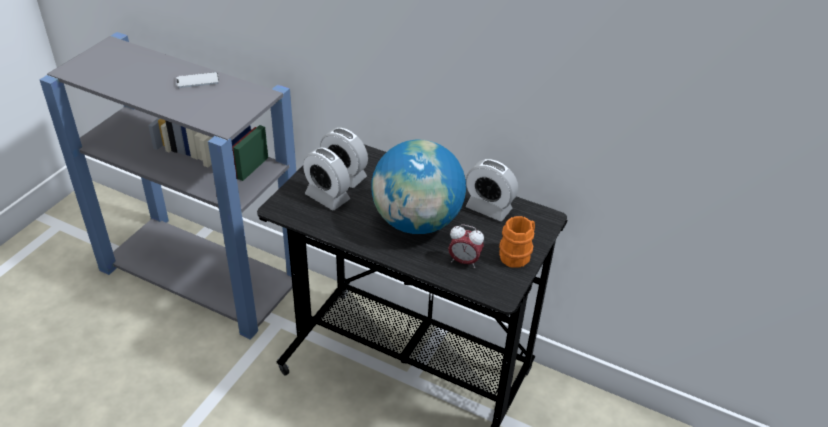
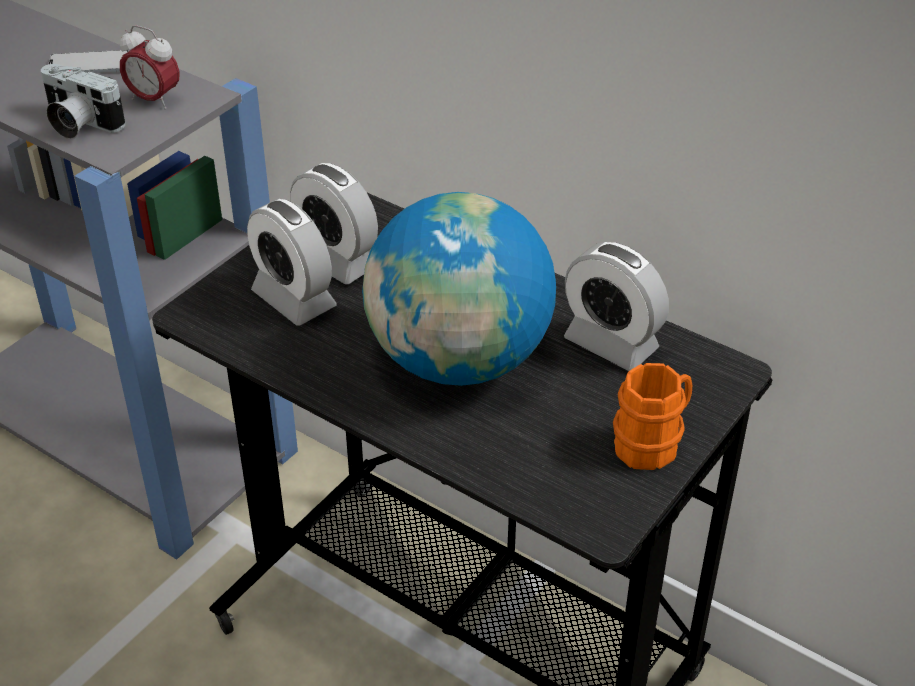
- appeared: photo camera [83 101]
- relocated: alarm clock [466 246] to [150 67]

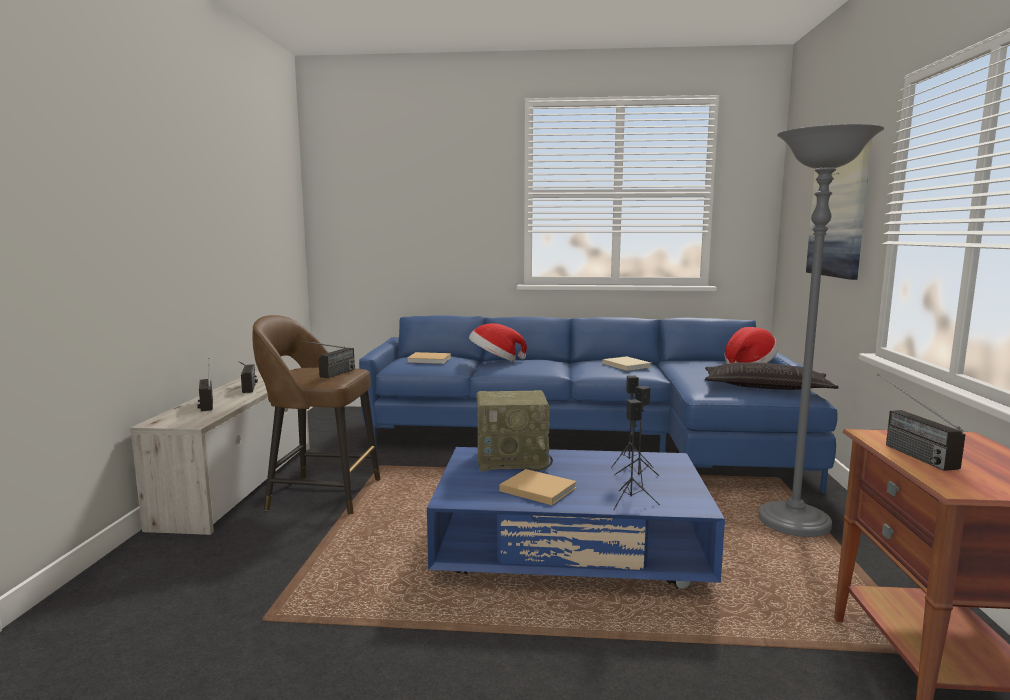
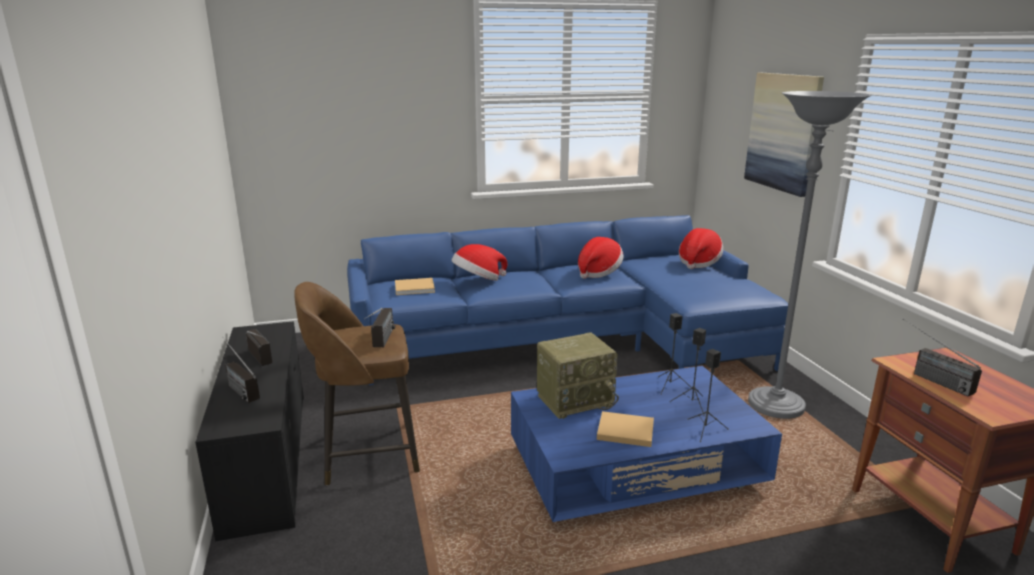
- missing: pillow [772 376]
- exchanged: beige book [627 363] to hat [601 258]
- colour: white tv stand [220 453] to black tv stand [249 431]

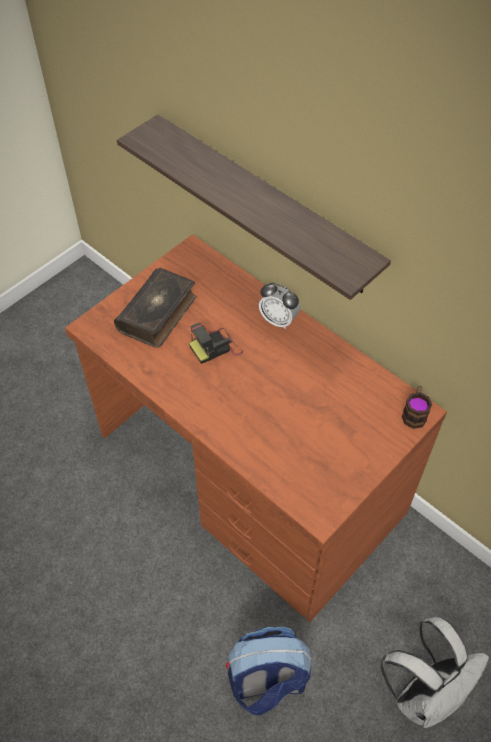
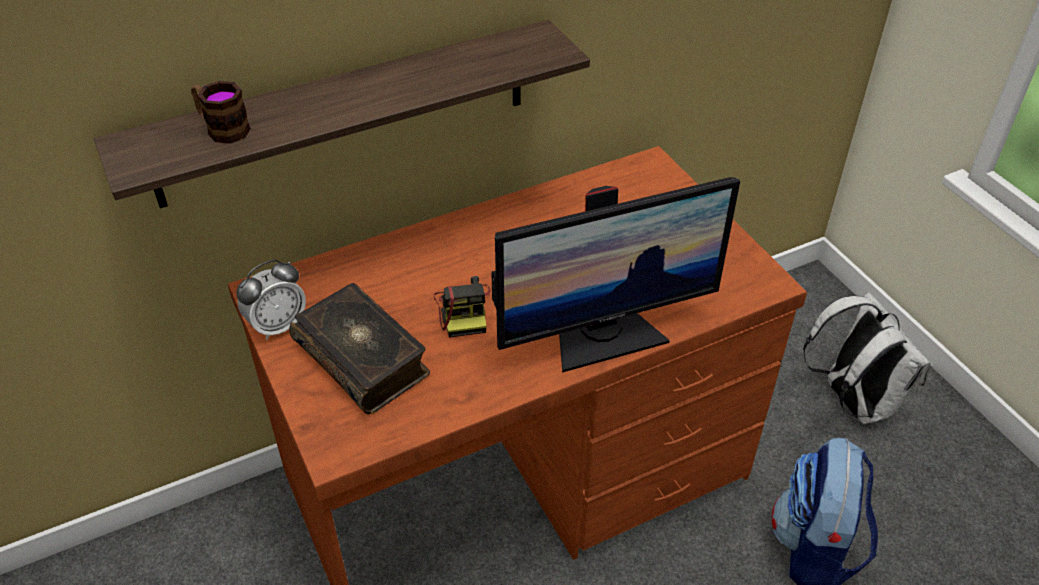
- appeared: monitor [615 275]
- relocated: alarm clock [279 305] to [271 300]
- relocated: mug [417 407] to [221 112]

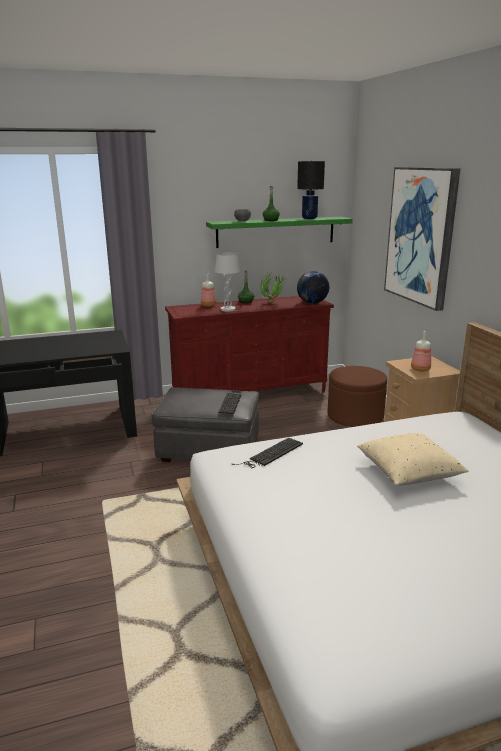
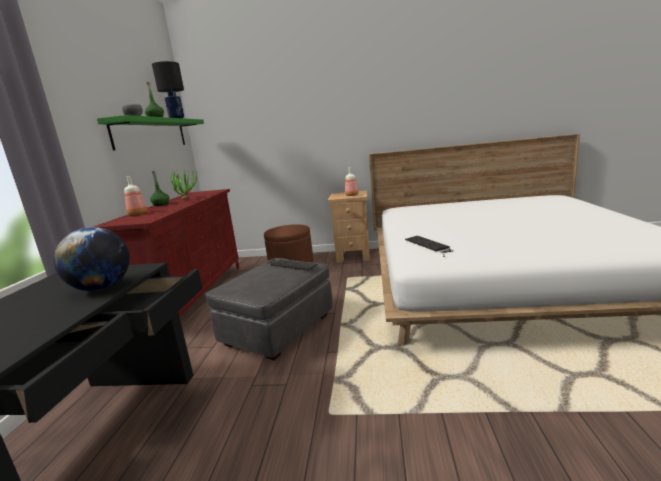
- missing: white table lamp [227 282]
- missing: beige pillow [413 459]
- missing: picture [422 239]
- relocated: globe [313 287] to [92 259]

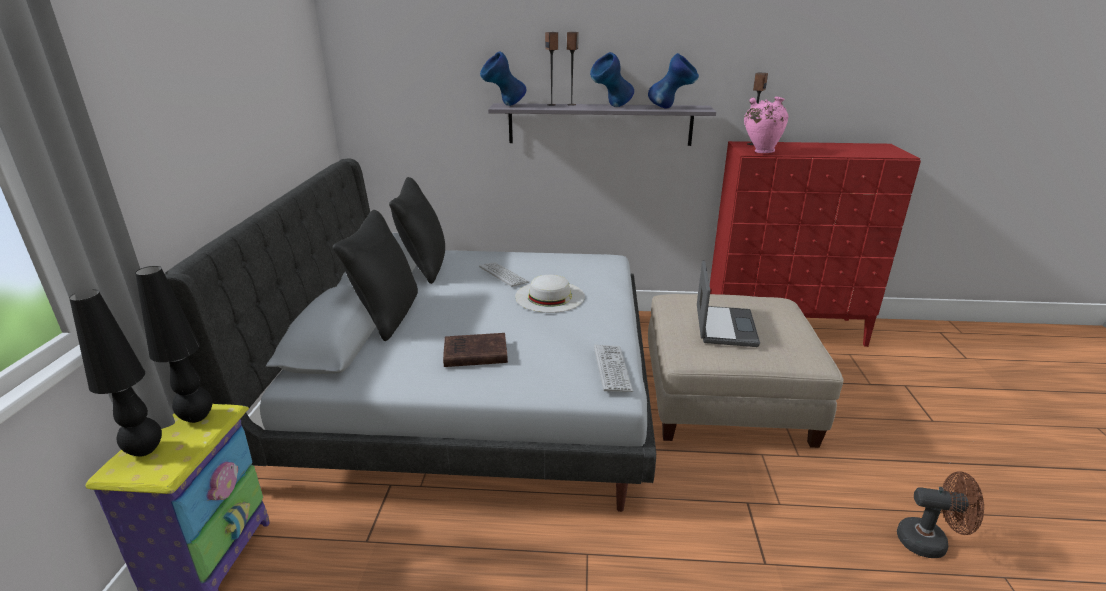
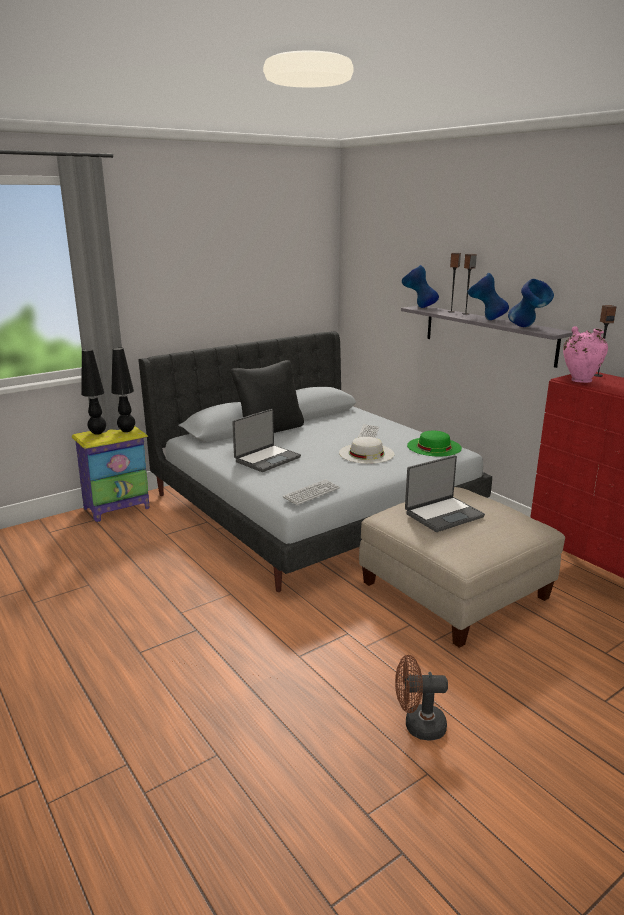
- missing: black pillow [417 230]
- appeared: green hat [434 443]
- exchanged: brown book [475 350] to laptop [266 440]
- spun: brown fan [940 514] = [421 697] 120 degrees clockwise

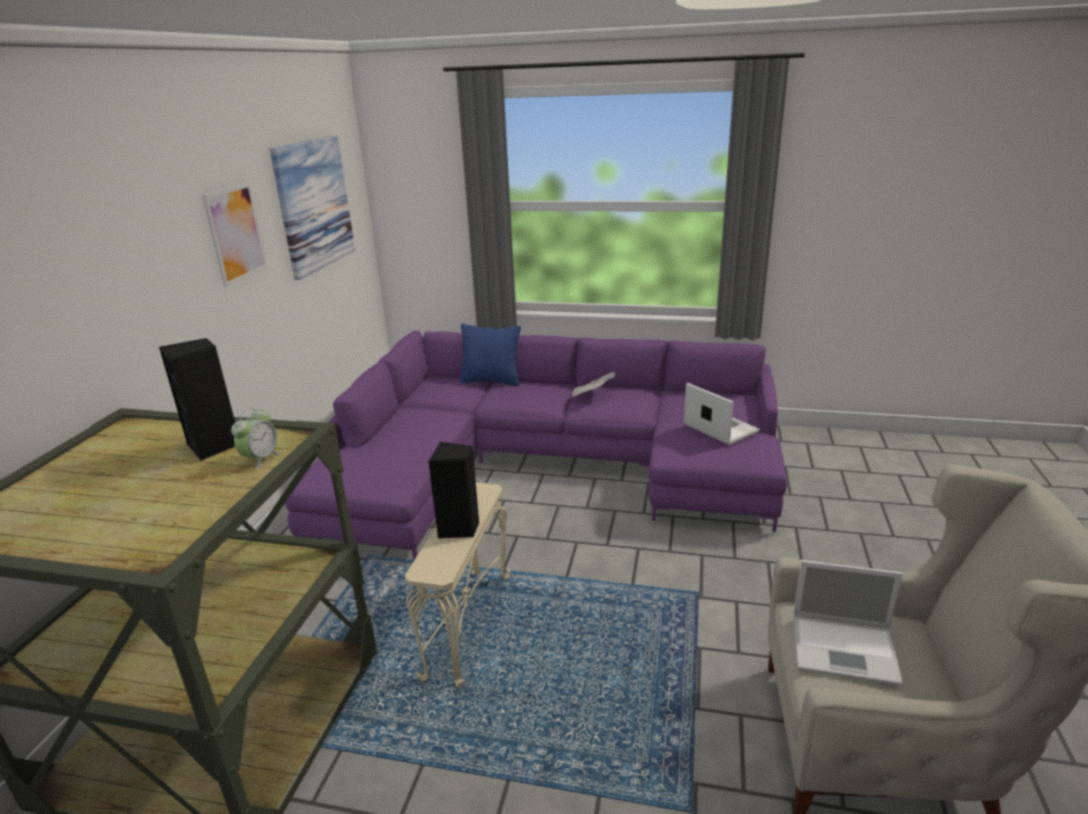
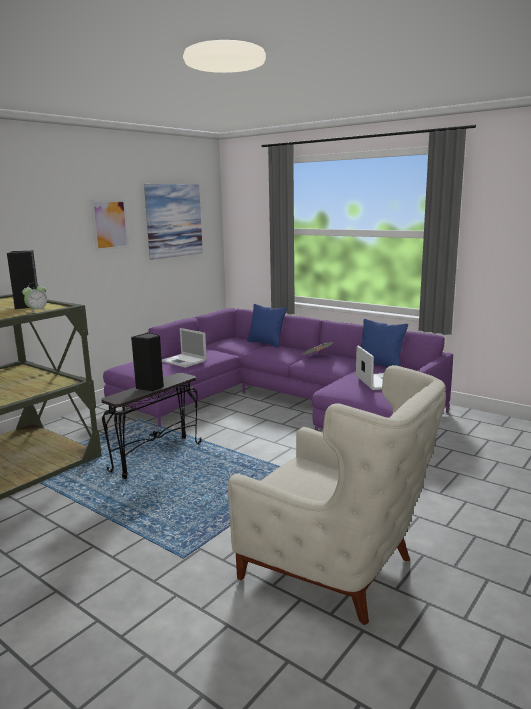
- appeared: blue pillow [384 343]
- relocated: laptop [848 623] to [184 348]
- colour: beige side table [458 585] to black side table [151 426]

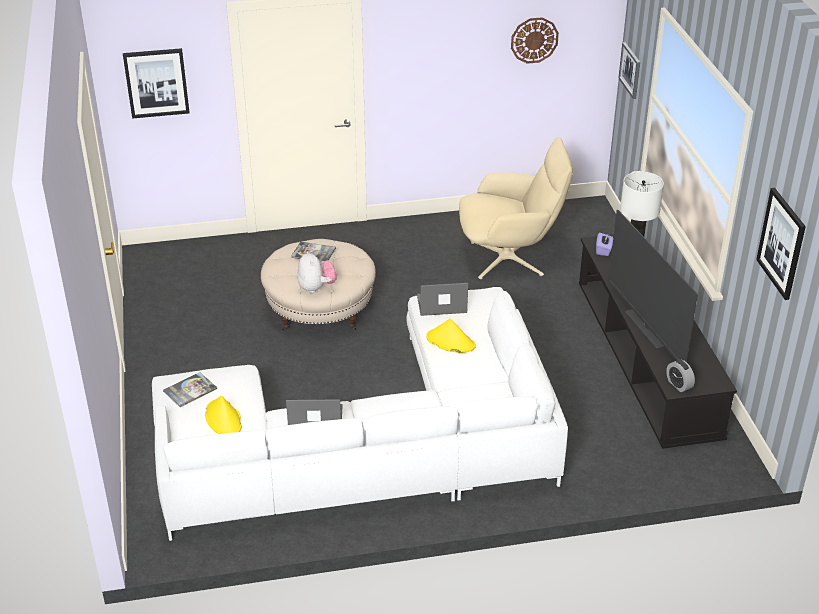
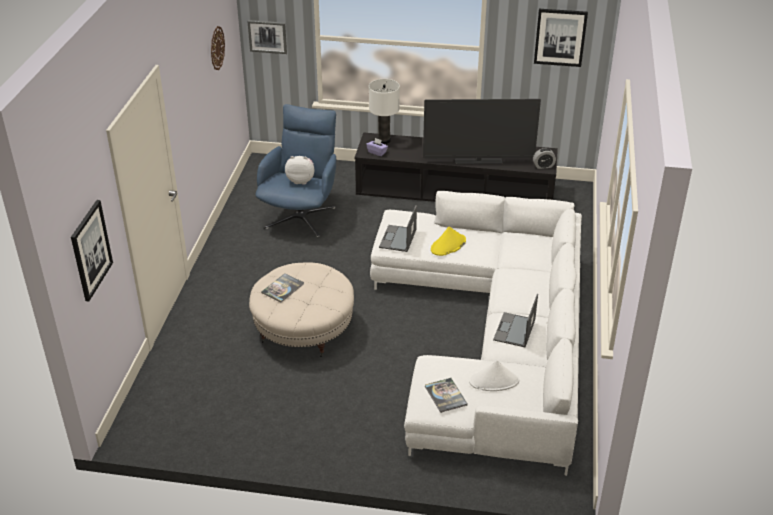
- relocated: plush toy [317 272] to [299 170]
- colour: yellow hat [223 414] to white hat [494 375]
- colour: beige armchair [516 208] to blue armchair [296 170]

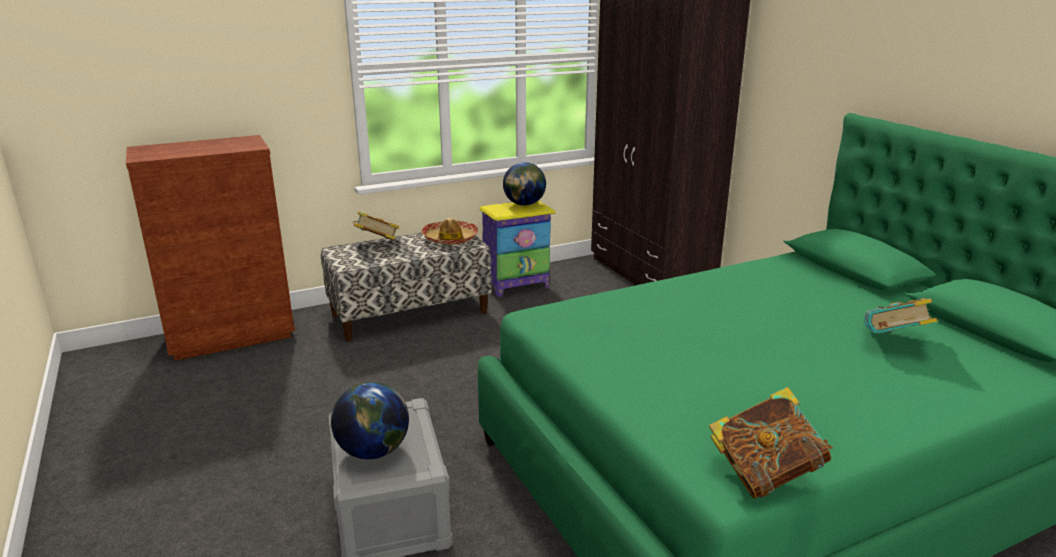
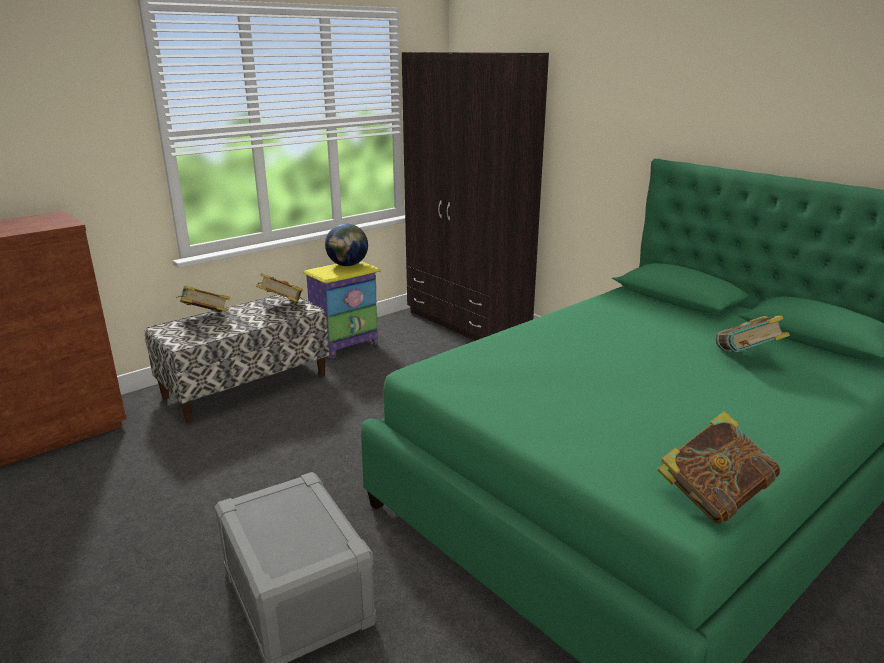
- missing: globe [370 420]
- exchanged: hat [450 231] to book [279 287]

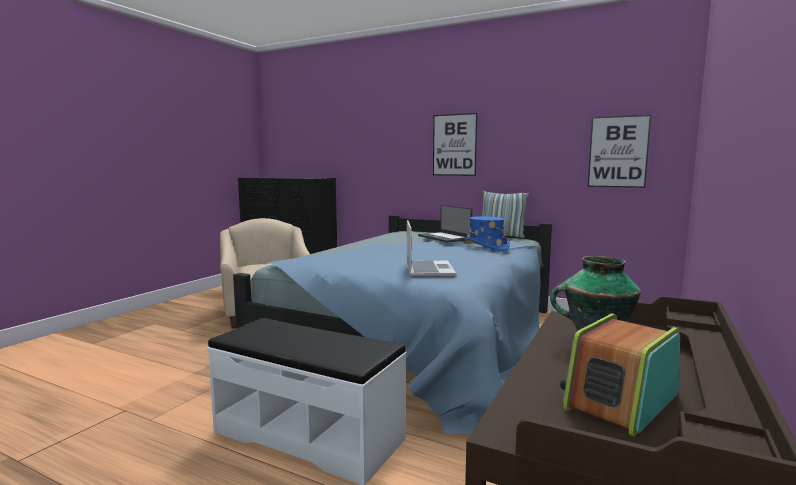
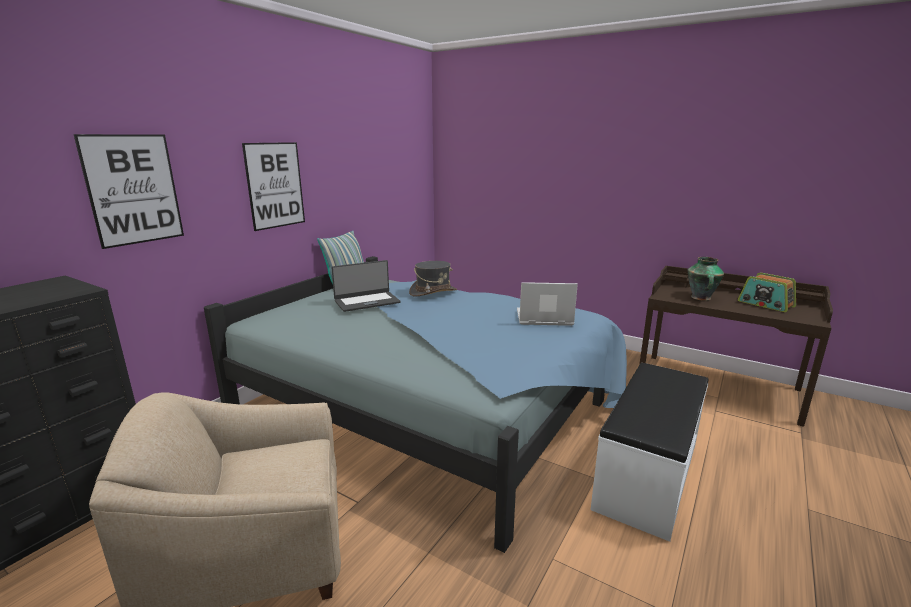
- relocated: picture [619 151] to [128 191]
- colour: blue hat [486 233] to grey hat [433 279]

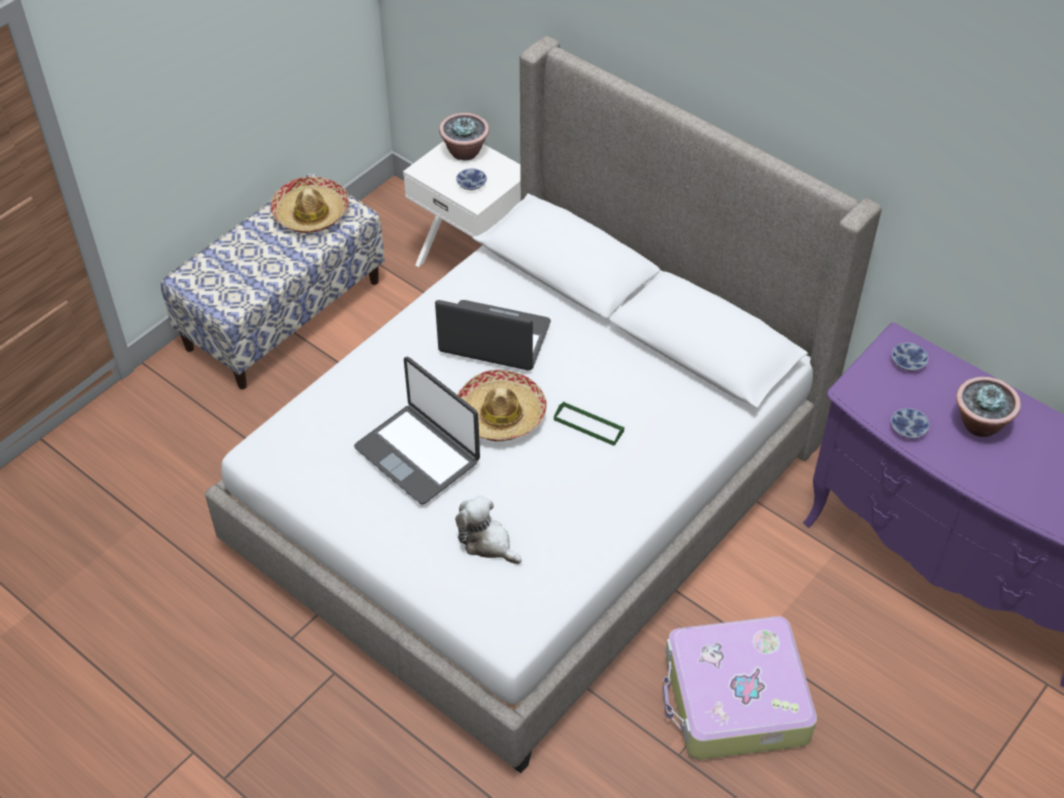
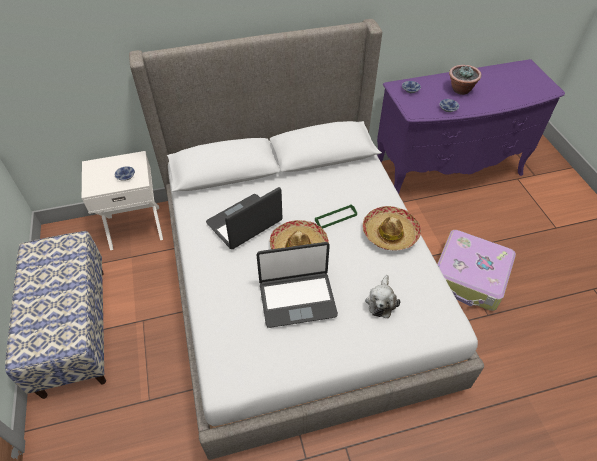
- missing: potted plant [464 136]
- relocated: hat [310 205] to [392 228]
- spun: plush toy [488 529] = [382 296] 60 degrees counterclockwise

